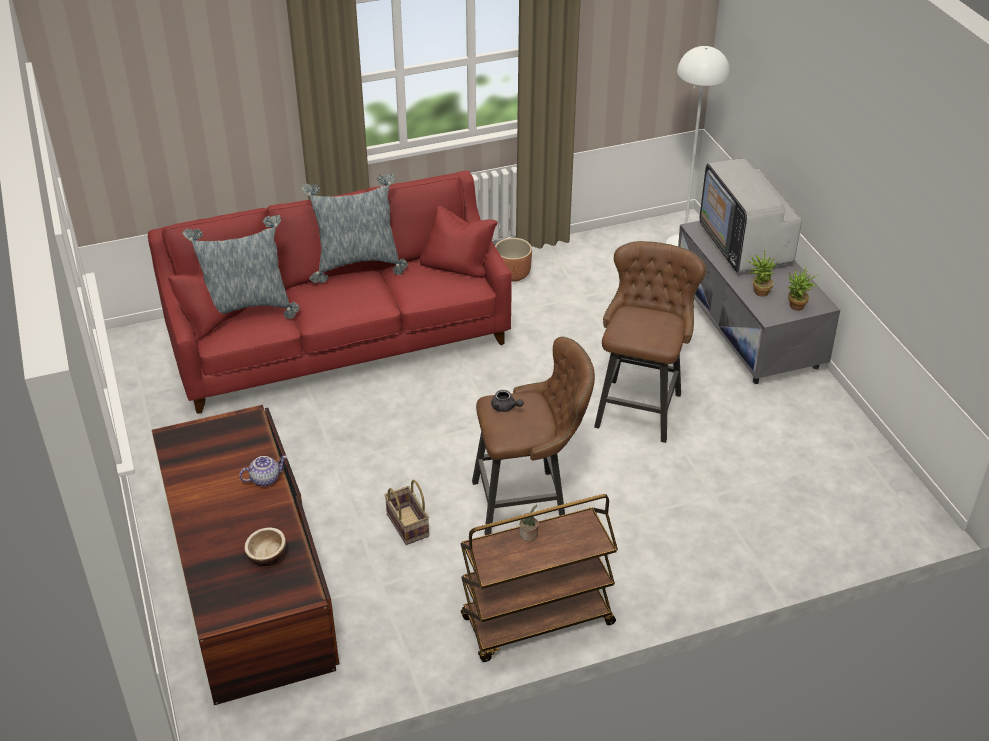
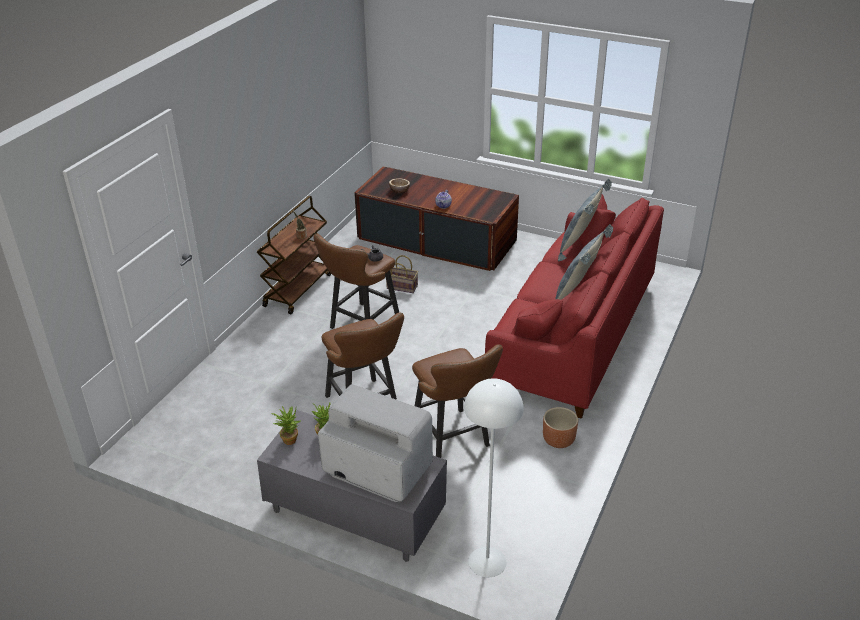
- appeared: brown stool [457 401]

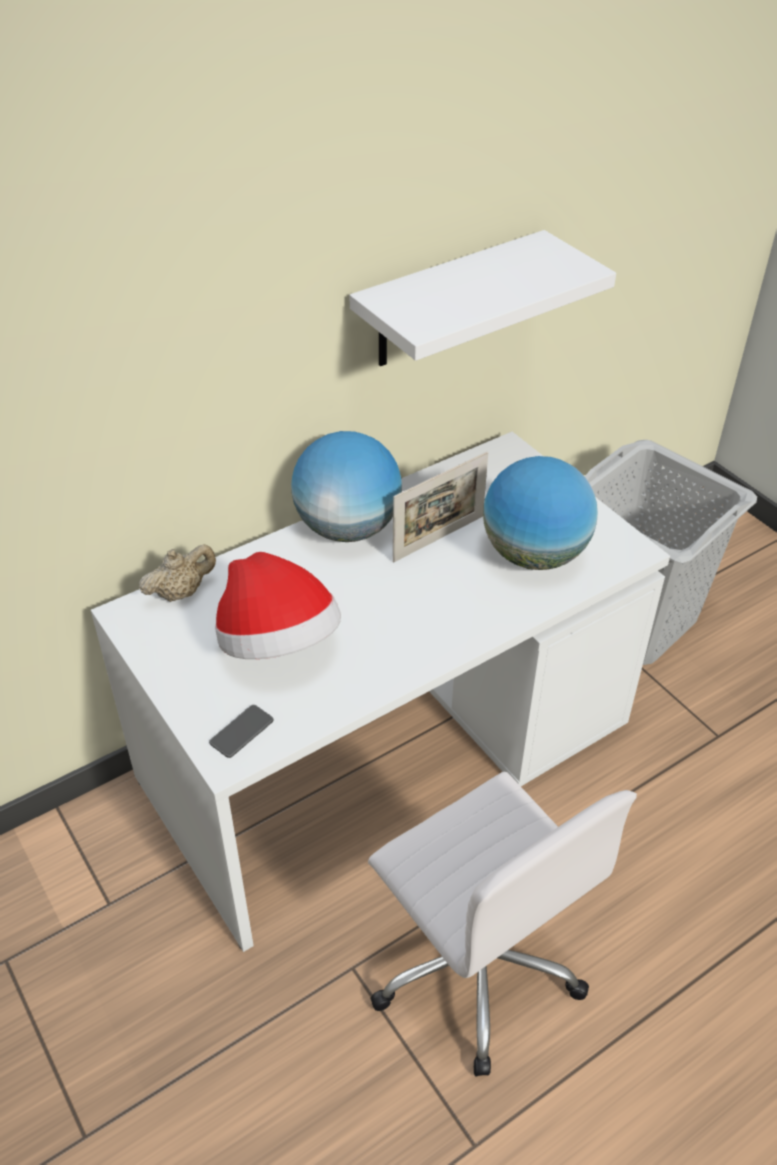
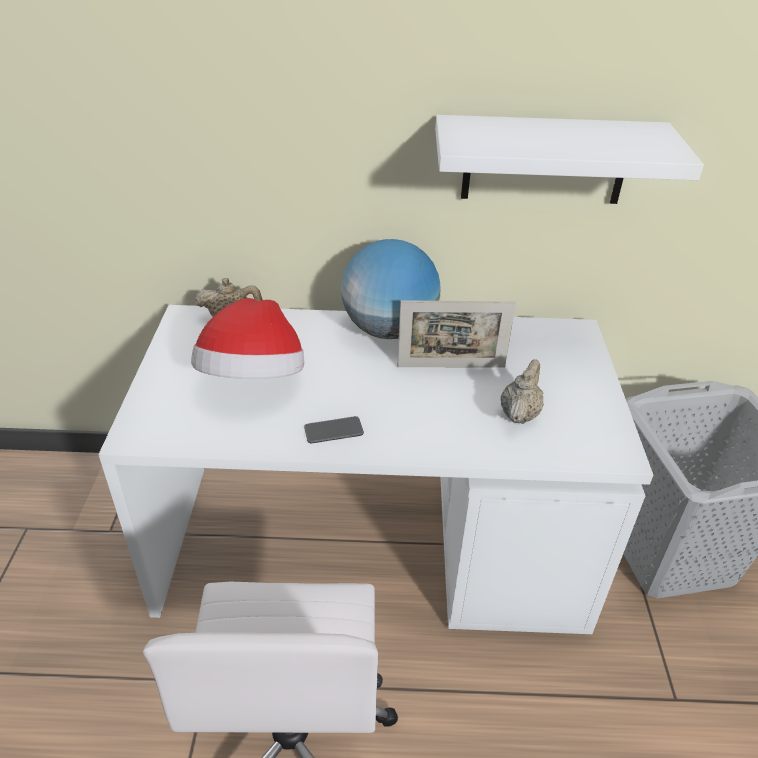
- relocated: phone [241 731] to [334 429]
- exchanged: globe [540 513] to beige teapot [522 391]

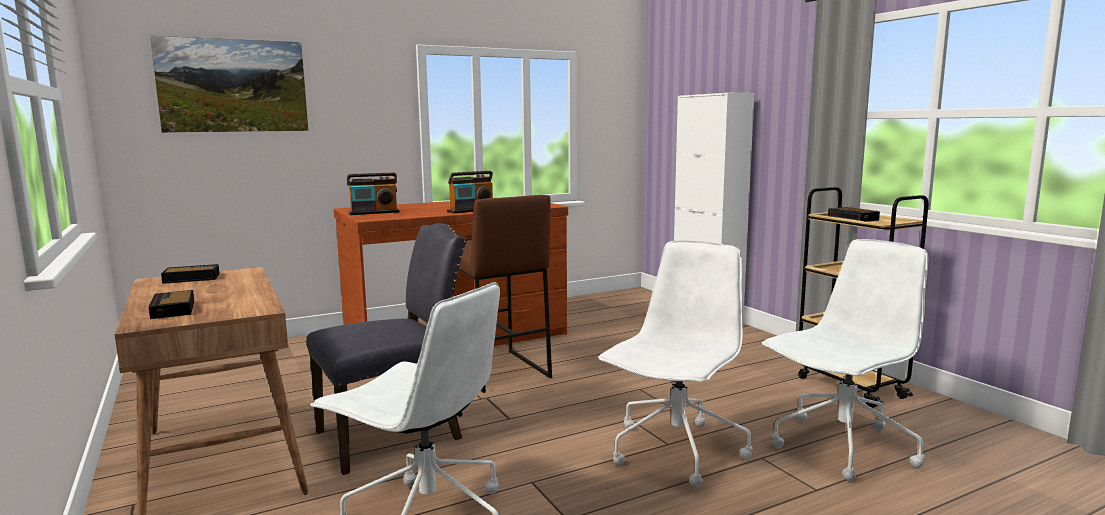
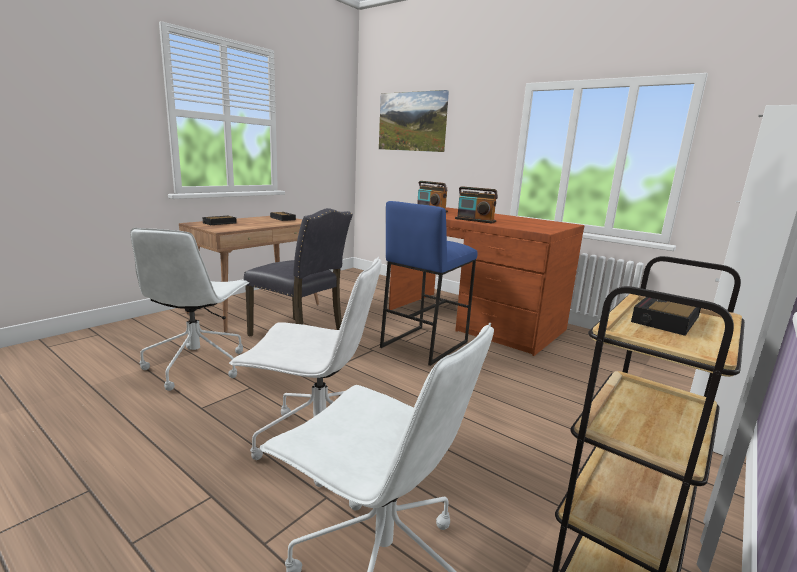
- colour: brown stool [505 294] to blue stool [429 283]

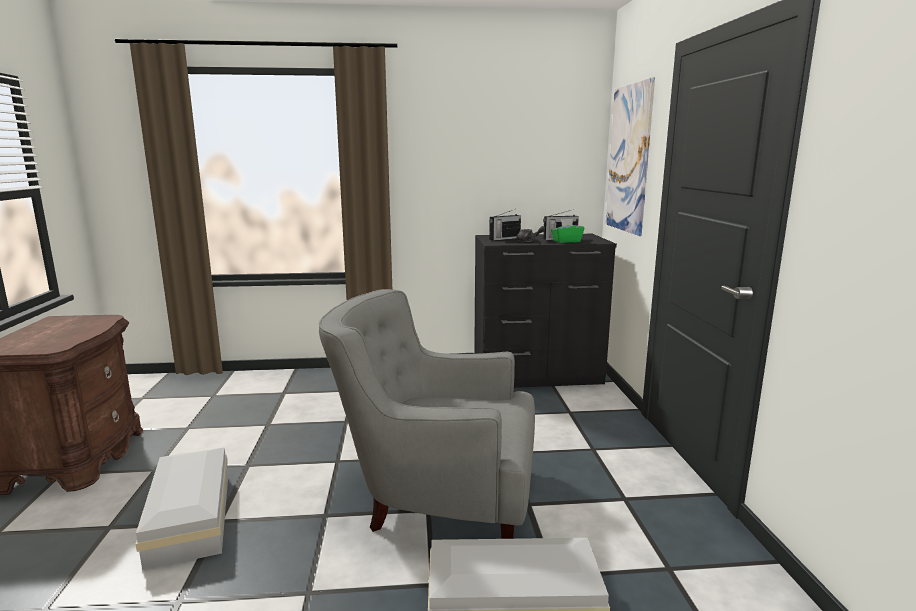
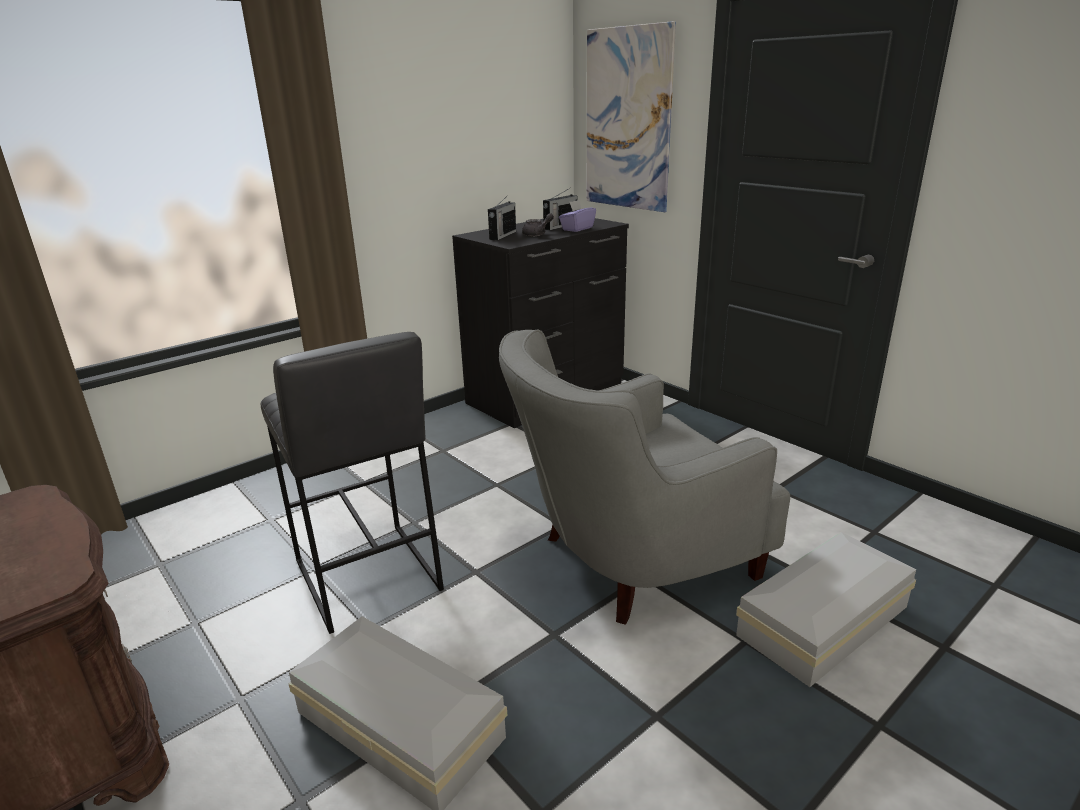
- appeared: grey stool [352 483]
- colour: green tissue box [567 231] to purple tissue box [577 216]

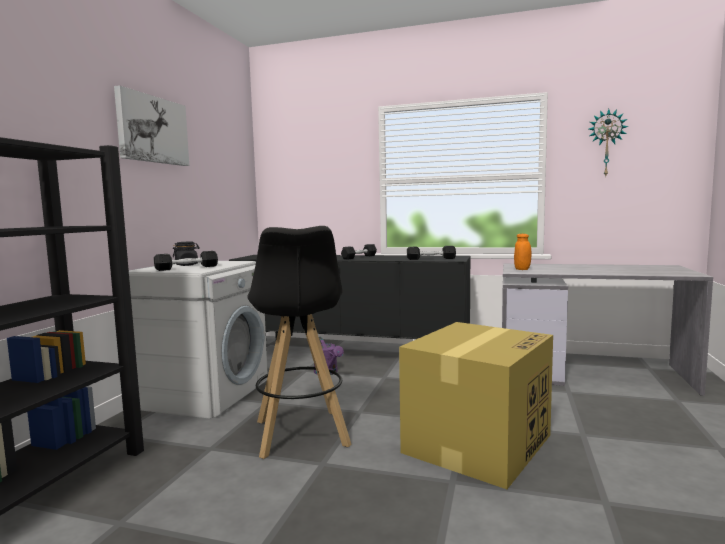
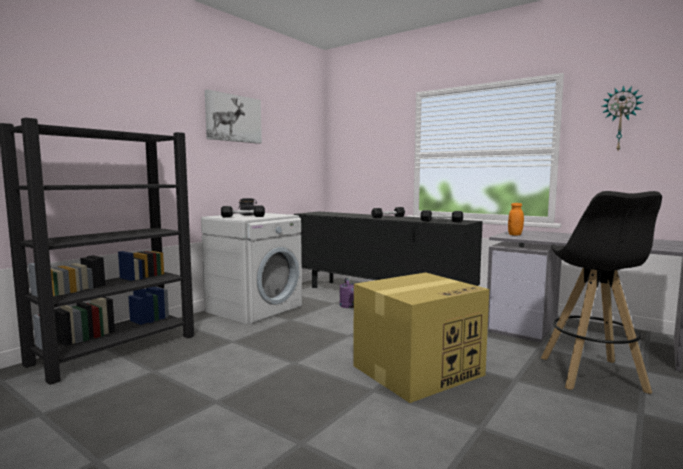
- relocated: black stool [300 342] to [601 292]

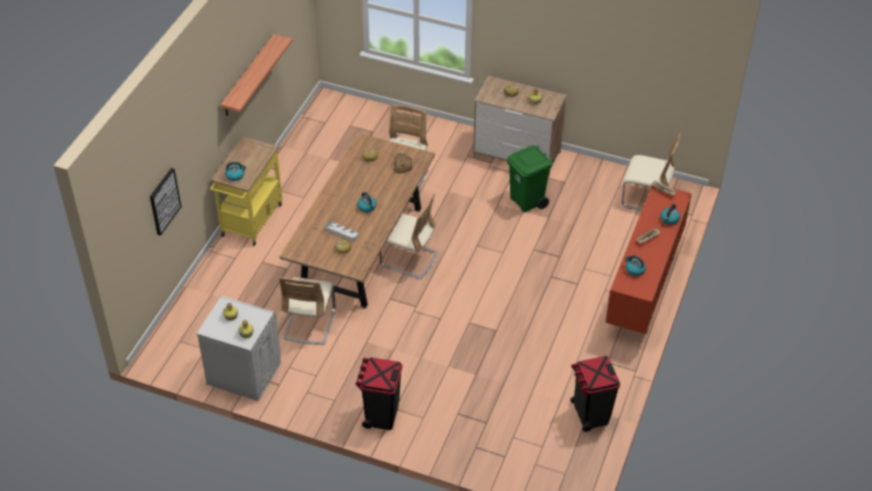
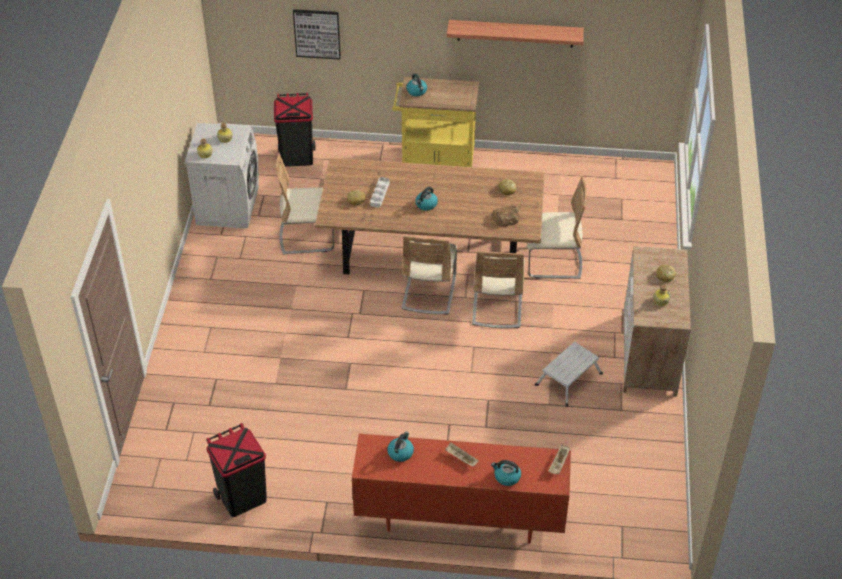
- relocated: black trash can [379 393] to [295 129]
- relocated: beige chair [651 172] to [498 289]
- exchanged: green trash can [530 178] to white step ladder [569 374]

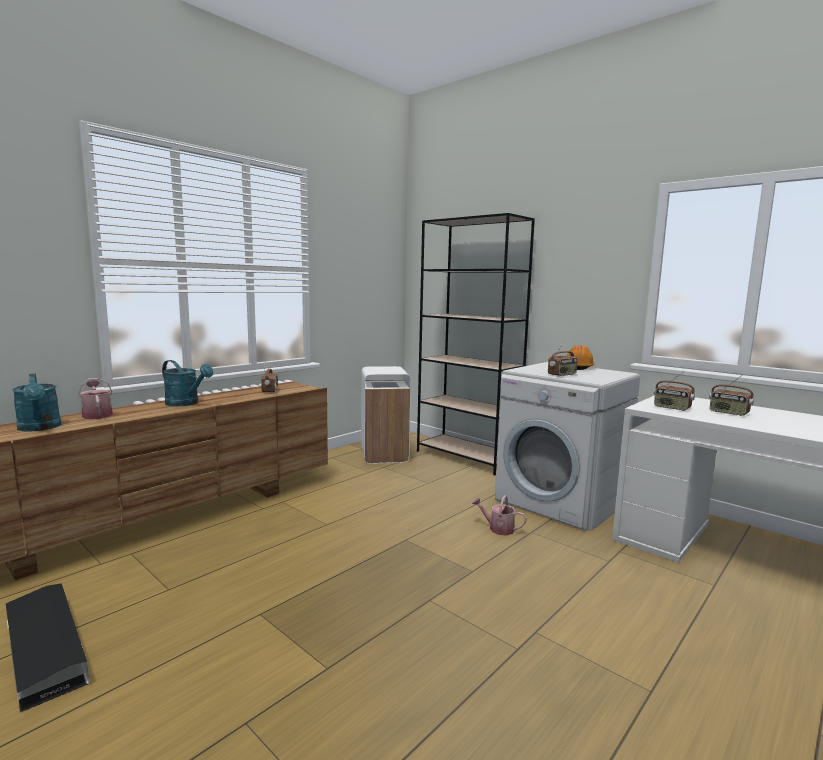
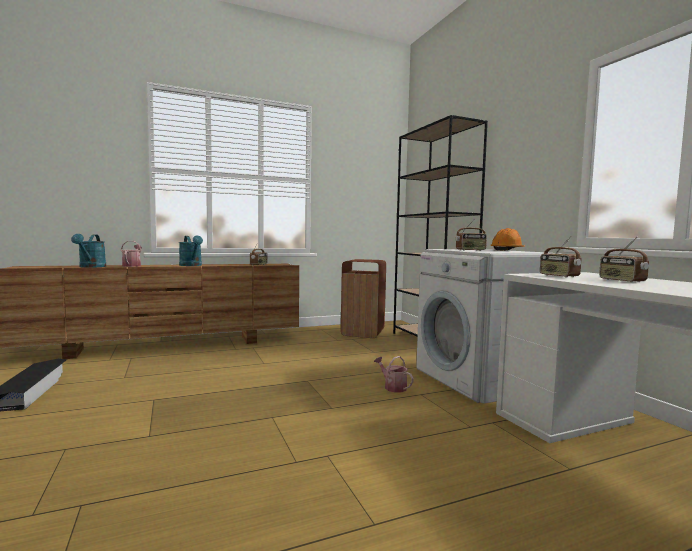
- colour: white trash can [386 415] to brown trash can [363 298]

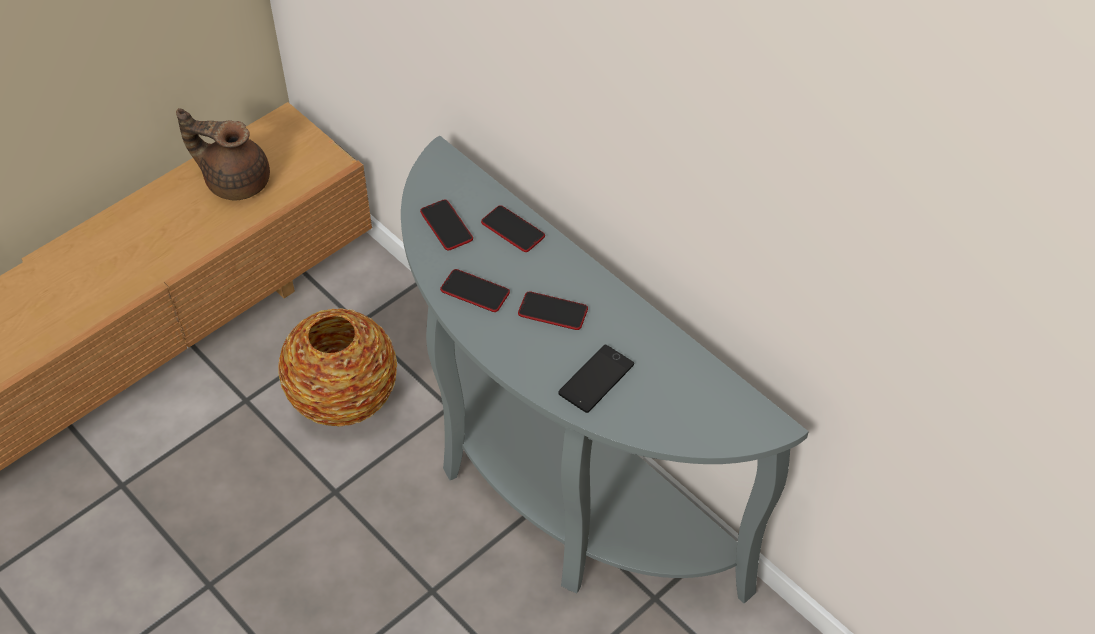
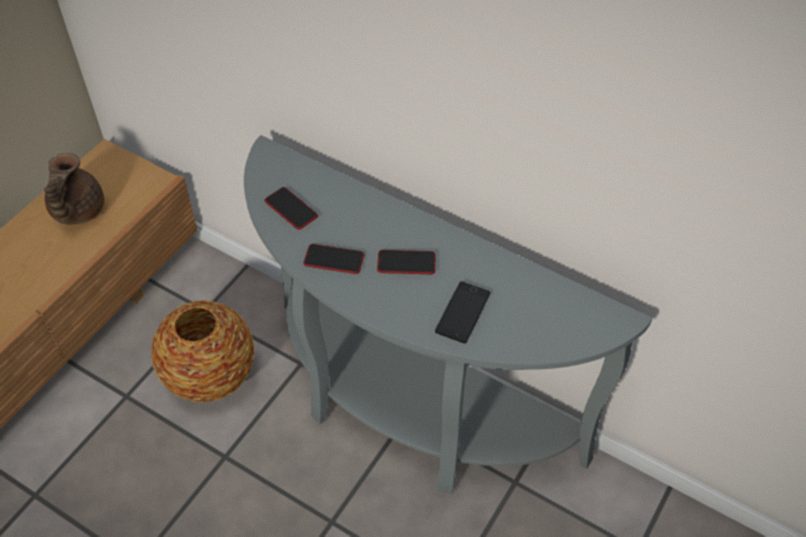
- missing: phone [513 228]
- spun: brown teapot [223 154] = [74 189] 90 degrees counterclockwise

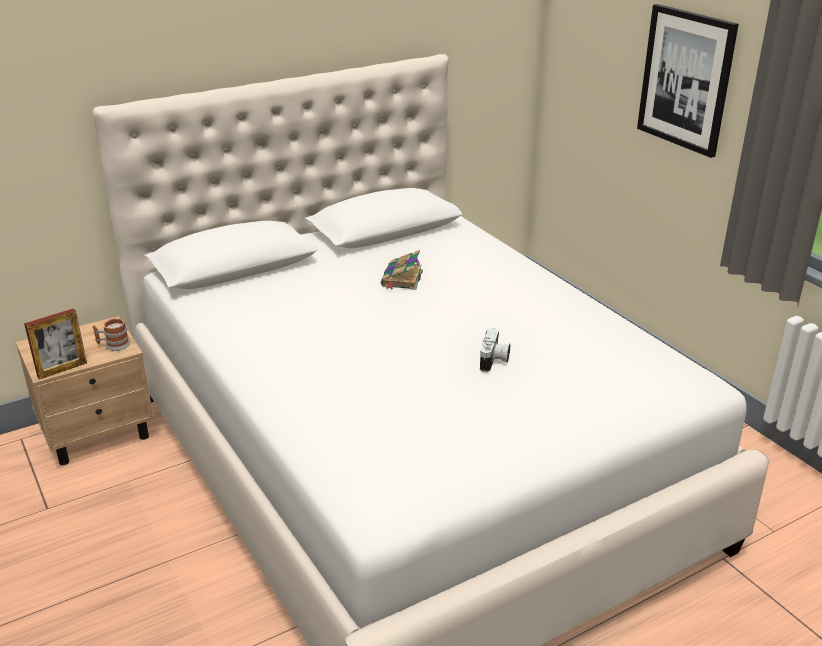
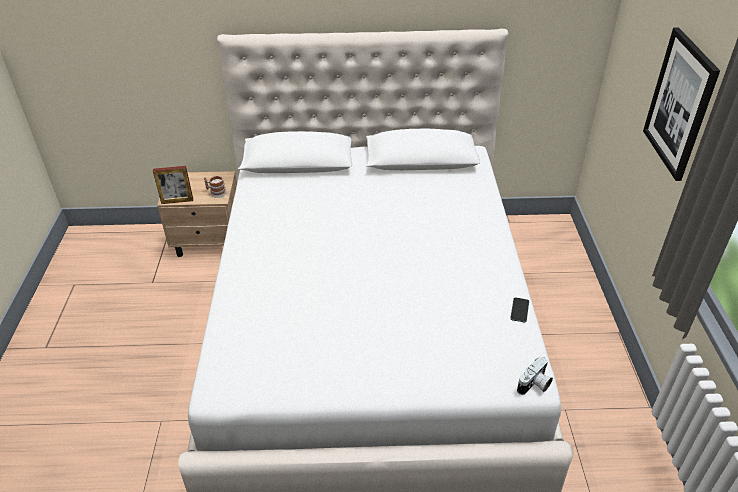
- missing: book [402 270]
- appeared: phone [519 310]
- relocated: photo camera [495 350] to [535 376]

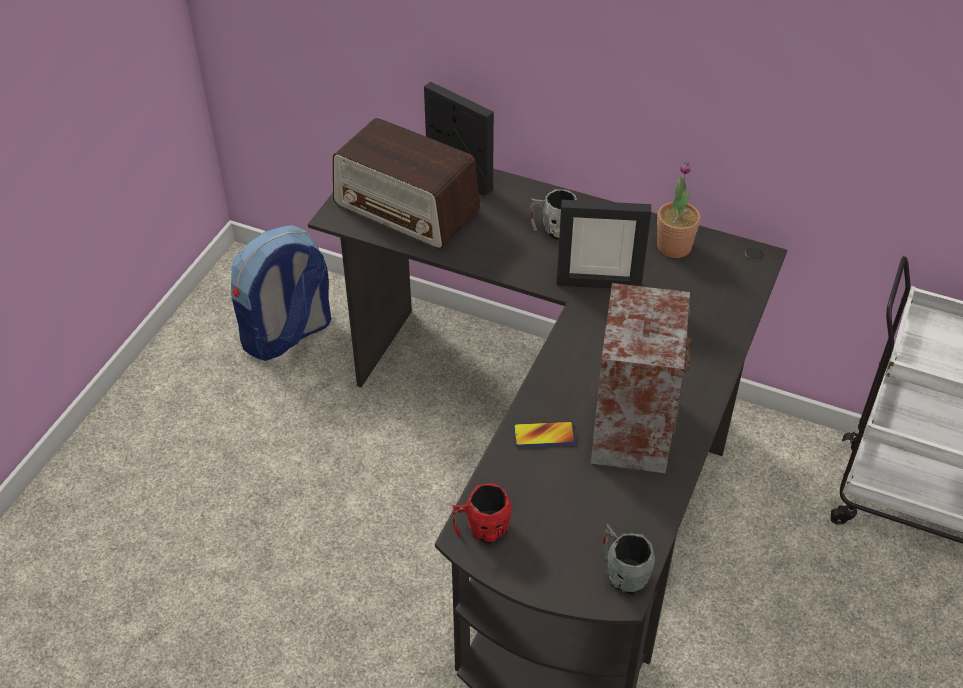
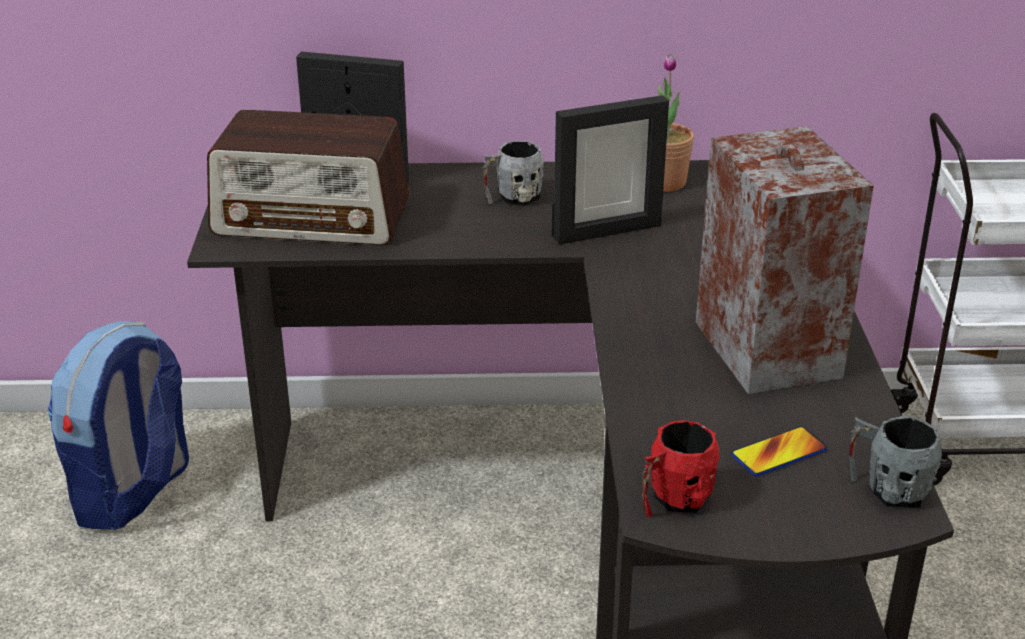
- relocated: phone [544 434] to [779 451]

